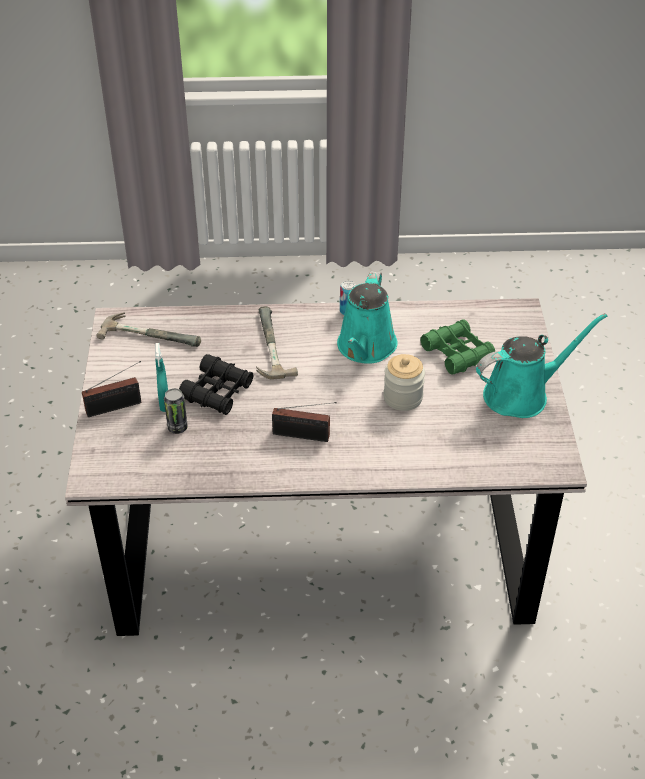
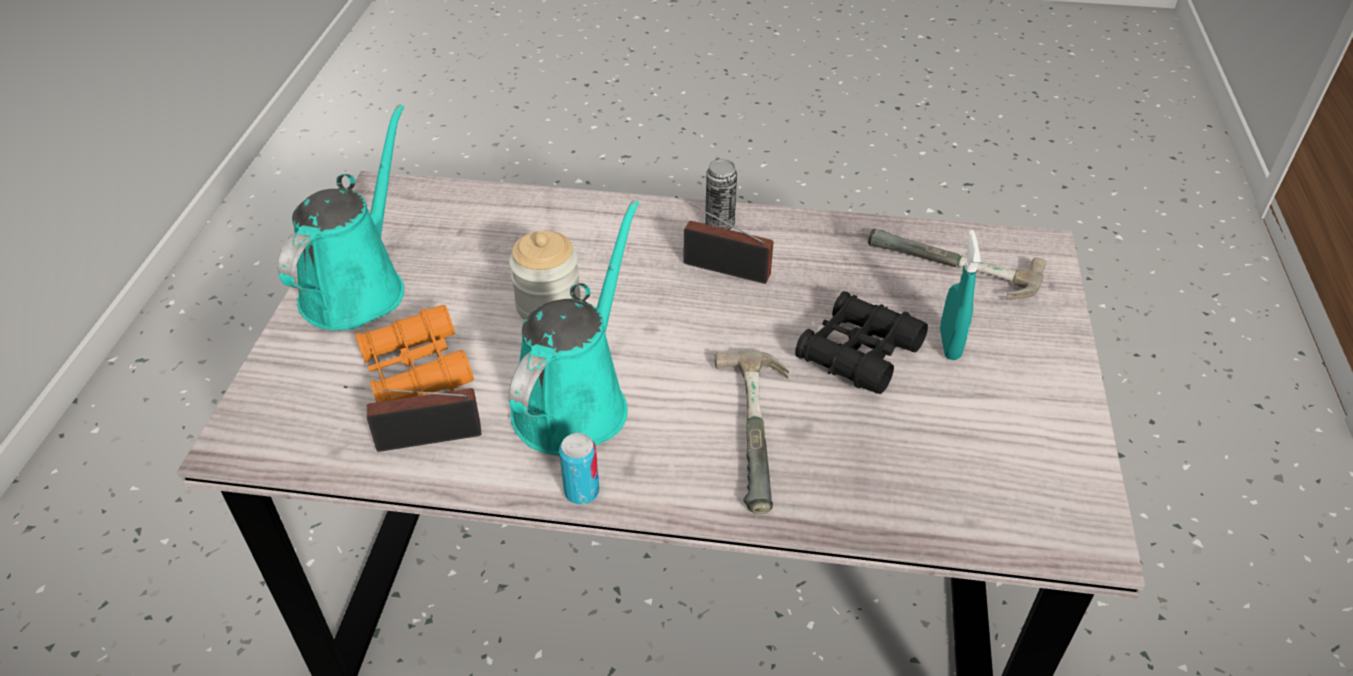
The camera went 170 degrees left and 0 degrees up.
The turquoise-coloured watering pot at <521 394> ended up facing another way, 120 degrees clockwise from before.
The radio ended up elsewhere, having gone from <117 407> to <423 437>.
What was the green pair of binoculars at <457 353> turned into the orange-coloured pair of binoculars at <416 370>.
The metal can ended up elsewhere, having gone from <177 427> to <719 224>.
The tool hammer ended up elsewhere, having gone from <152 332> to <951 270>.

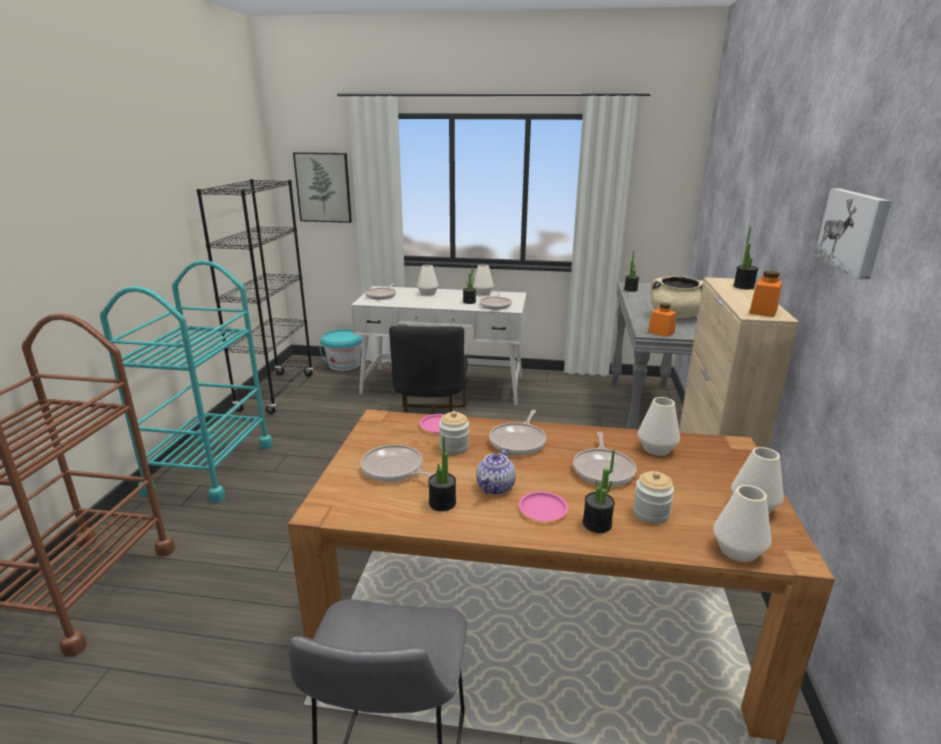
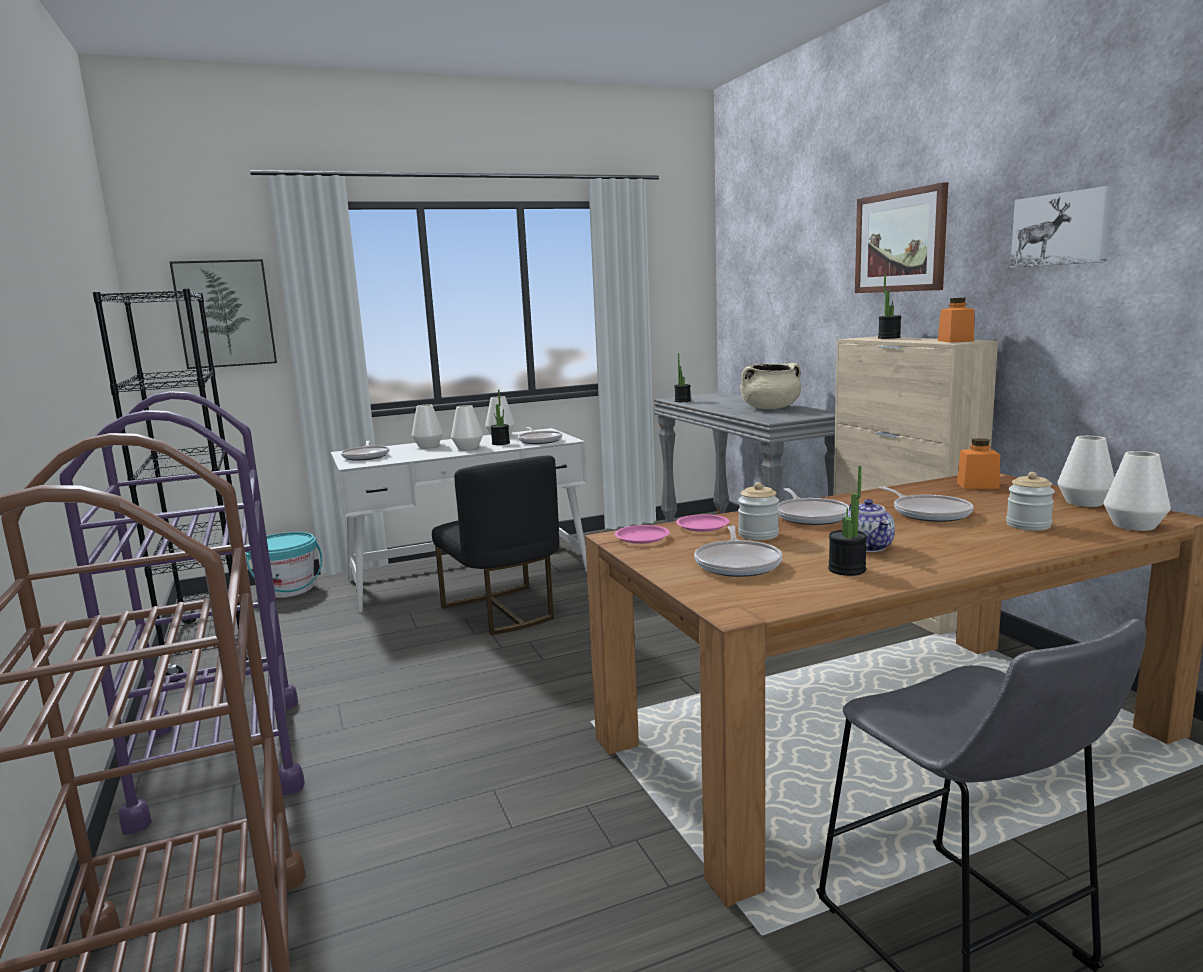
The camera went 30 degrees left and 10 degrees down.
What was the turquoise-coloured cart at <210 467> turned into the purple cart at <220 758>.
The whitish flower vase ended up elsewhere, having gone from <656 449> to <468 447>.
The pink-coloured dinner plate ended up elsewhere, having gone from <542 509> to <641 538>.
The skillet at <395 469> ended up facing another way, 90 degrees counterclockwise from before.
The second view gained the picture at <900 242>.
The orange-coloured preserve jar ended up elsewhere, having gone from <661 332> to <977 485>.
The second view lost the plant in a pot at <597 524>.

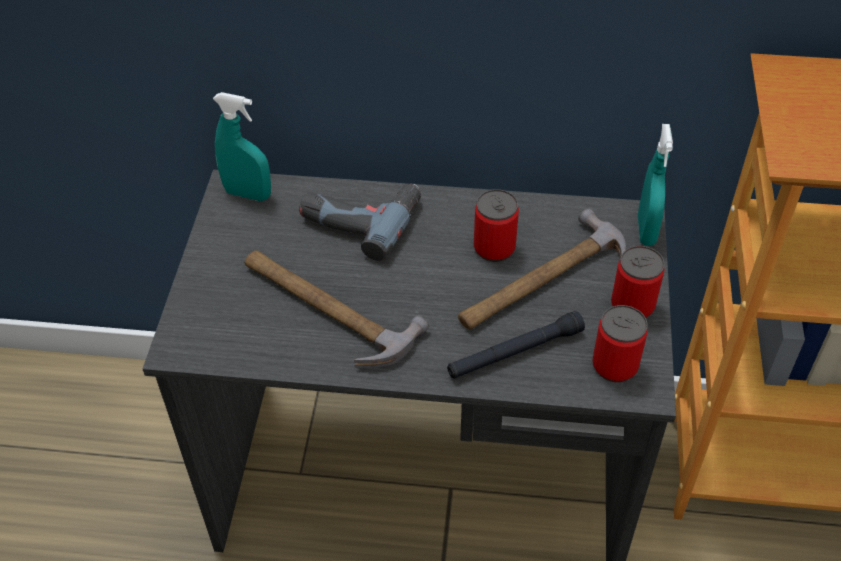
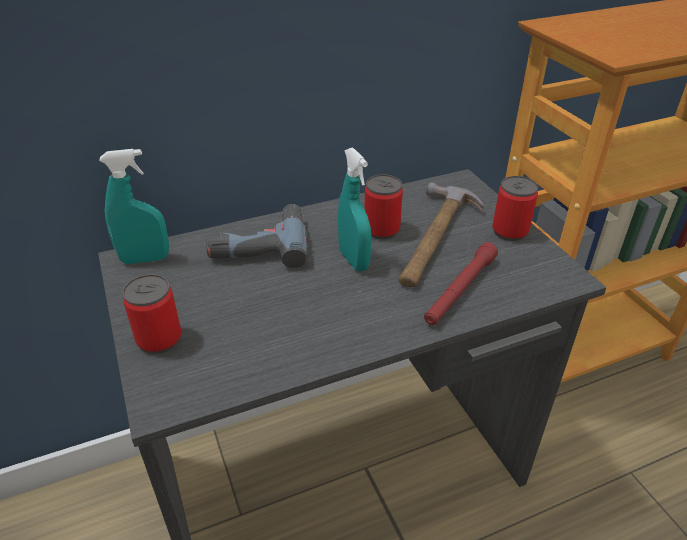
The camera went 30 degrees left and 10 degrees down.
The metal can ended up elsewhere, having gone from <614 365> to <159 339>.
The turquoise-coloured spray bottle ended up elsewhere, having gone from <646 230> to <353 260>.
What was the blackish torch at <515 352> turned into the red torch at <460 290>.
The second view lost the tool hammer at <324 308>.

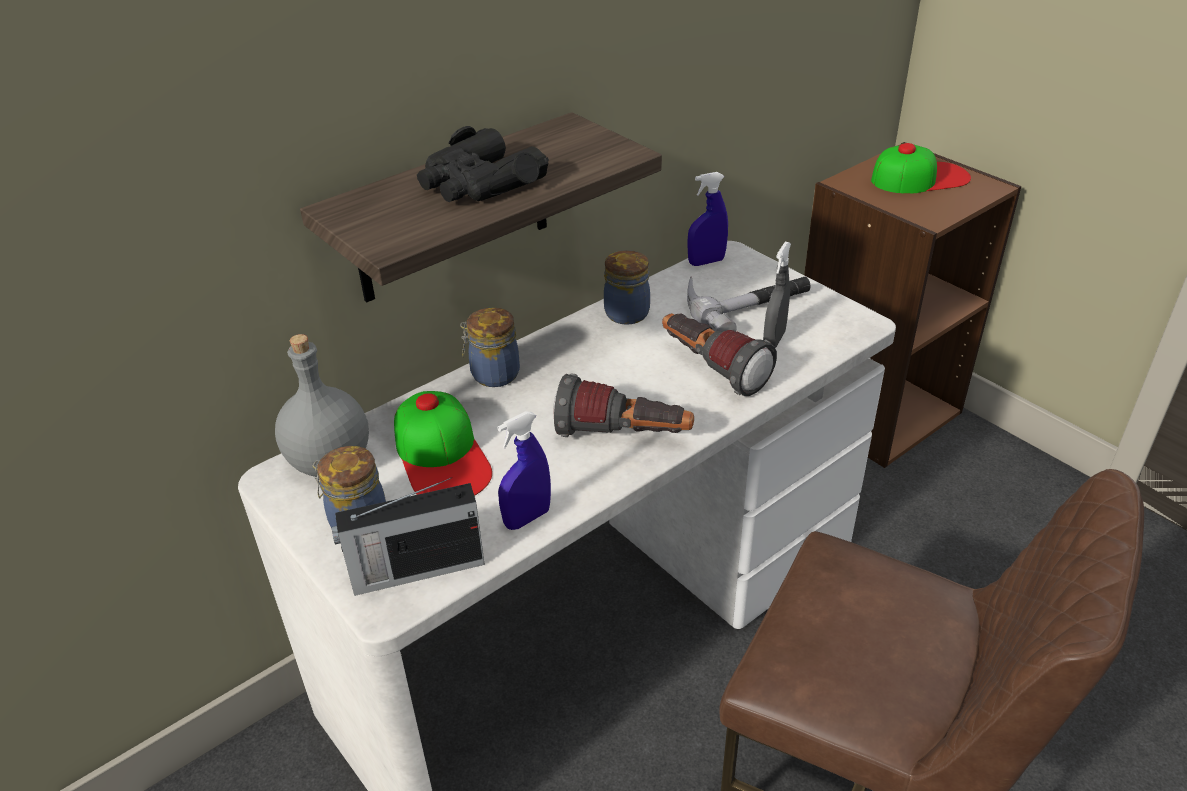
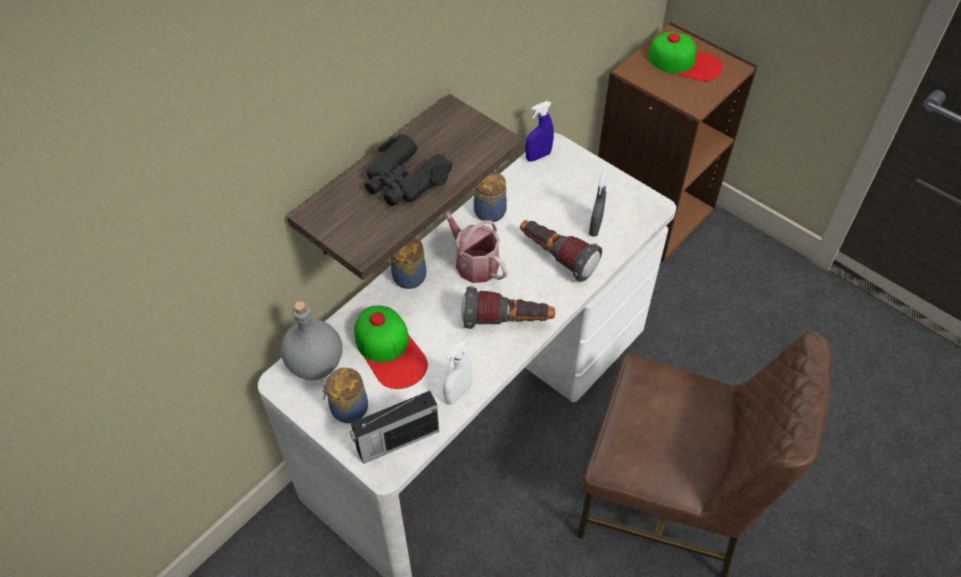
The camera went 10 degrees left and 15 degrees up.
The second view gained the watering pot at <472 261>.
What was the blue spray bottle at <527 518> turned into the whitish spray bottle at <458 394>.
The peaked cap at <920 177> ended up facing another way, 45 degrees clockwise from before.
The second view lost the tool hammer at <745 303>.

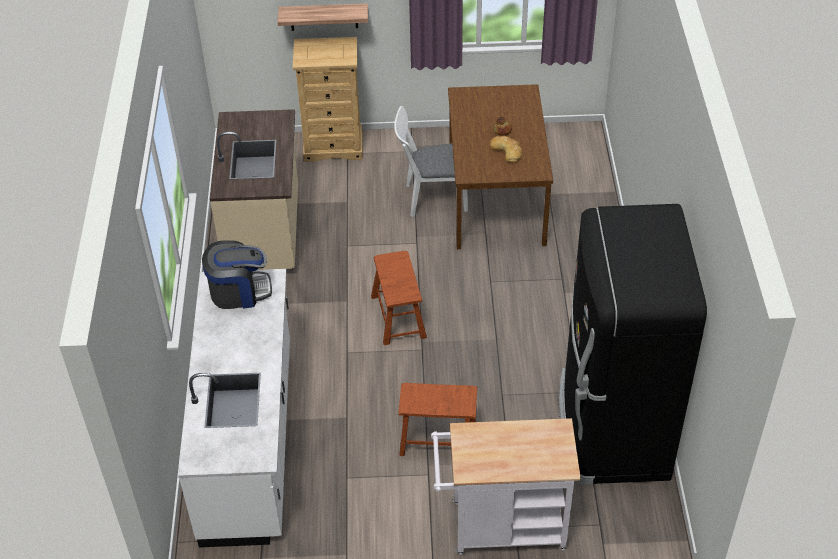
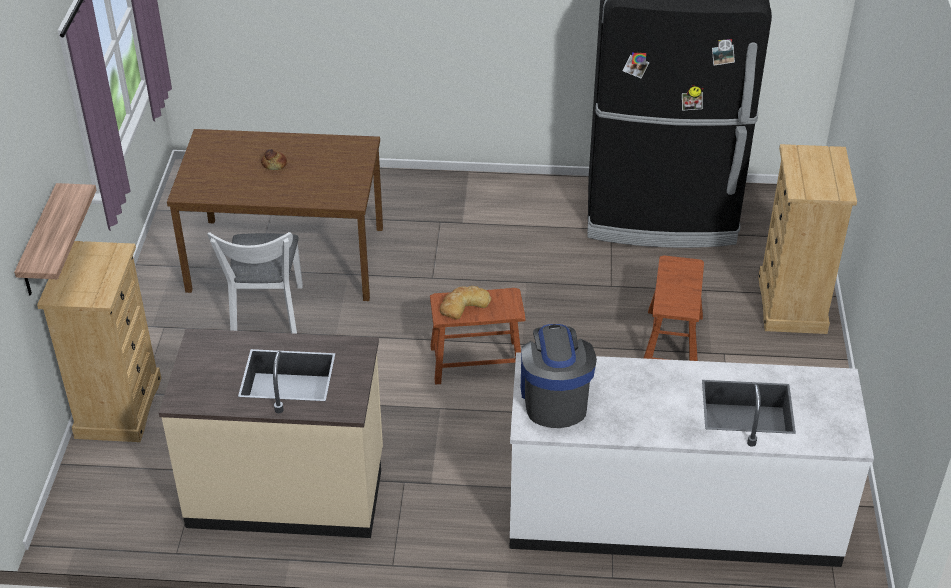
The camera went 85 degrees left and 5 degrees down.
The bread ended up elsewhere, having gone from <507 151> to <463 305>.
Where the whitish cart stood at <500 527>, the sand-coloured chest of drawers came to stand at <792 304>.

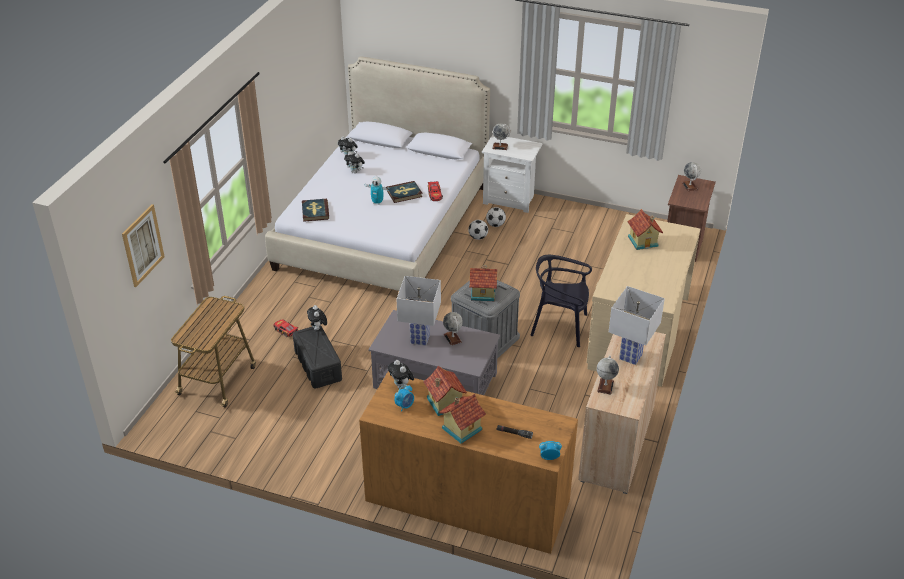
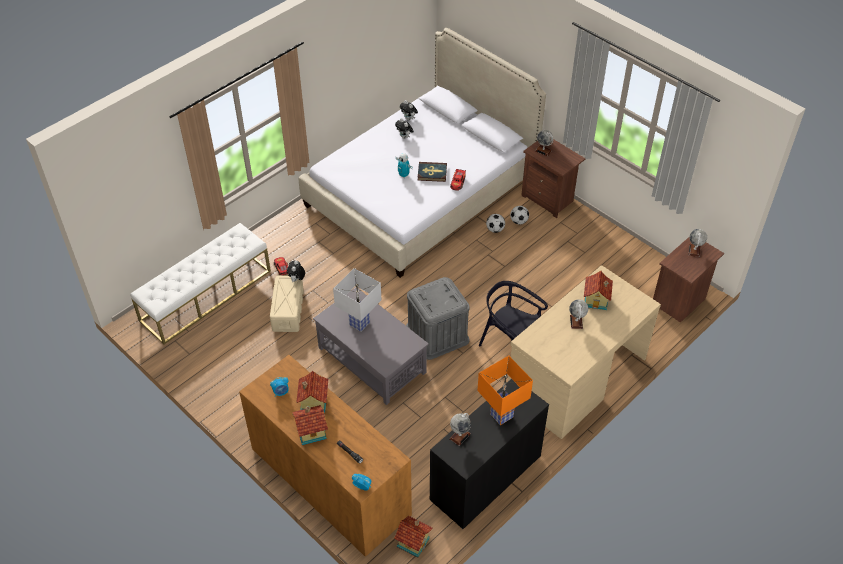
The camera went 25 degrees right and 10 degrees up.
Where the cart stood at <218 379>, the whitish bench came to stand at <206 295>.
What was the blackish storage container at <318 366> turned into the sand-coloured storage container at <288 311>.
The toy house ended up elsewhere, having gone from <483 293> to <413 541>.
What was the sand-coloured storage cabinet at <616 443> turned into the blackish storage cabinet at <485 478>.
What was the whitish table lamp at <630 357> turned into the orange-coloured table lamp at <501 416>.
What was the whitish night table at <510 199> turned into the brownish night table at <549 199>.
The world globe ended up elsewhere, having gone from <453 338> to <576 322>.
The second view lost the picture at <142 245>.
The second view lost the book at <315 211>.
The second view lost the soft toy at <401 386>.

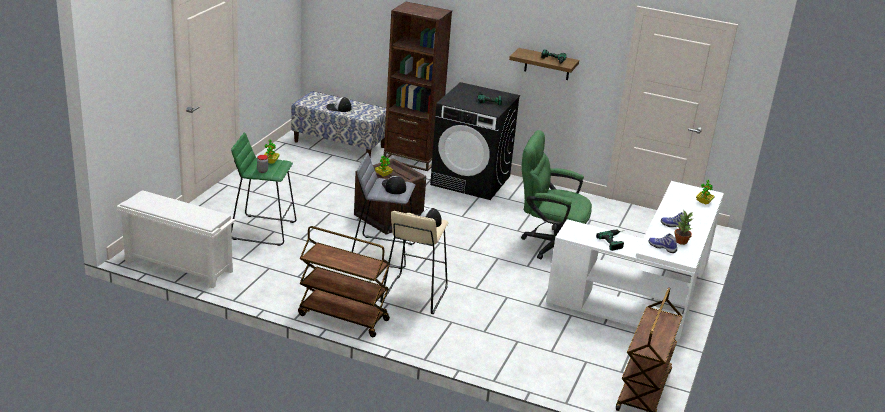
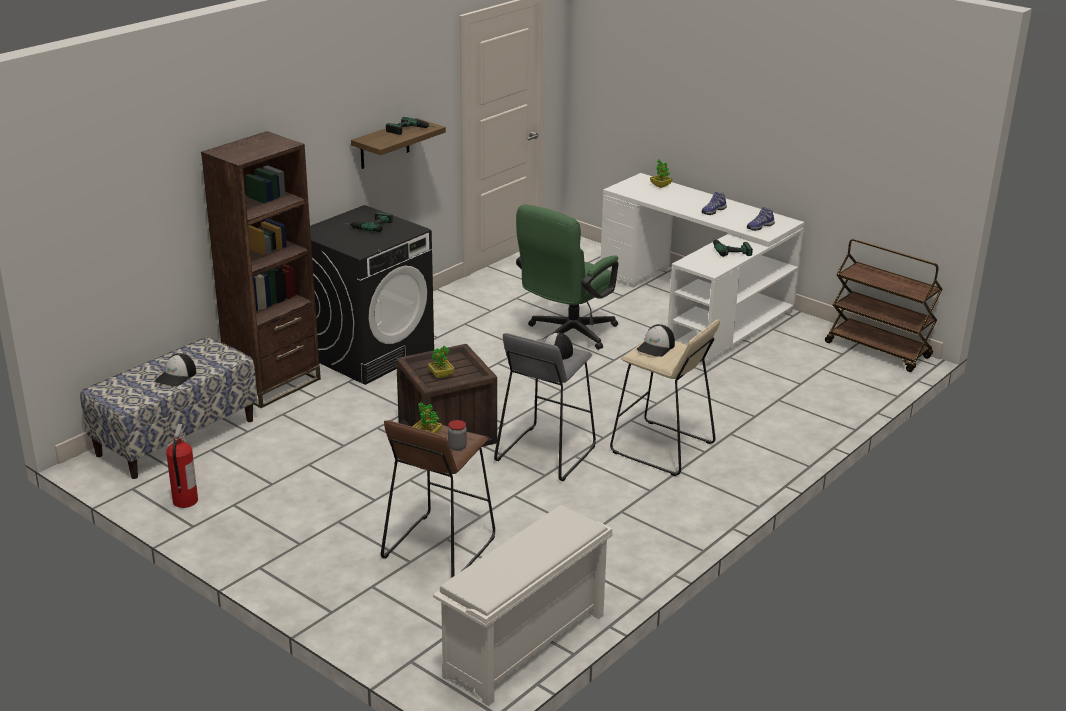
The camera went 70 degrees left and 0 degrees up.
The second view gained the extinguisher at <184 501>.
What was the green stool at <263 230> turned into the brownish stool at <438 548>.
The second view lost the brownish cart at <342 317>.
The second view lost the plant in a pot at <681 241>.

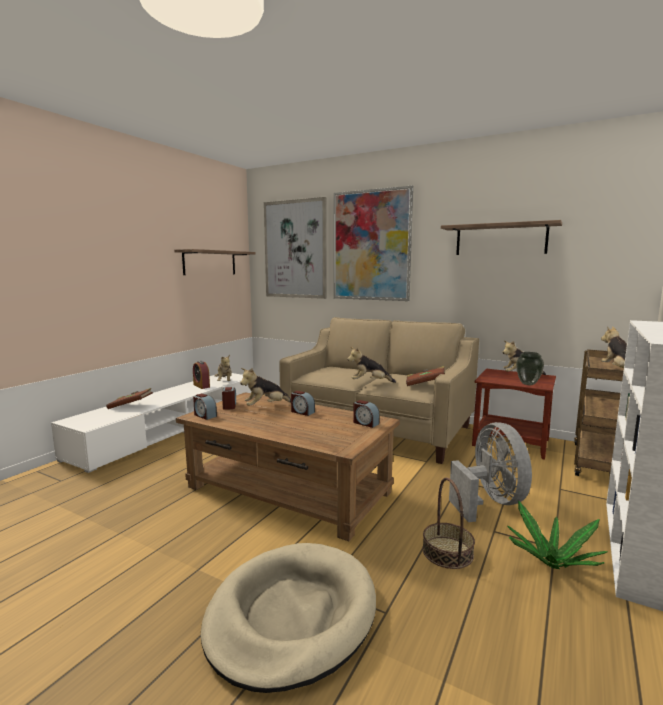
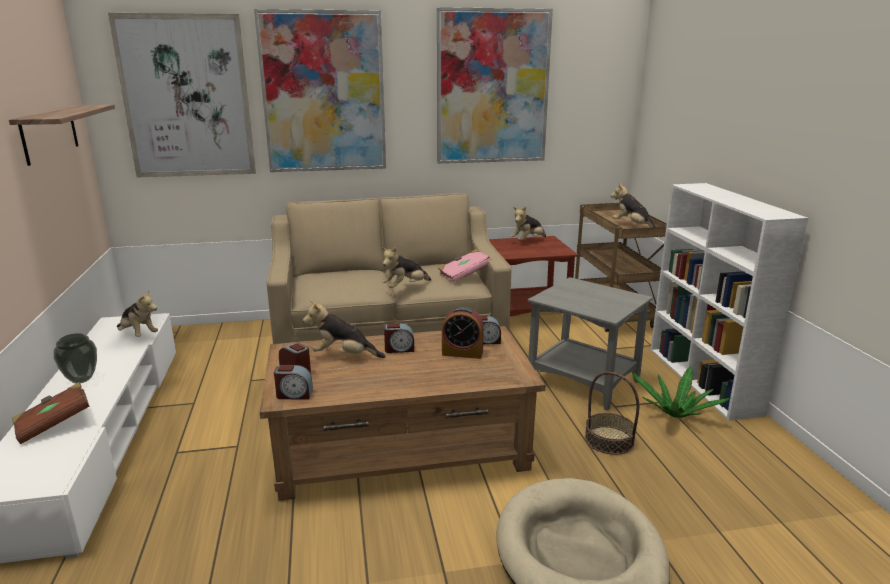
The camera went 40 degrees left and 10 degrees up.
The flower vase ended up elsewhere, having gone from <528 384> to <81 380>.
The soft toy at <266 406> ended up facing another way, 75 degrees clockwise from before.
Where the shelf hung at <500 239>, the picture came to hang at <492 88>.
What was the brownish book at <425 384> turned into the pink-coloured book at <464 275>.
The bedside clock ended up elsewhere, having gone from <201 386> to <462 353>.
Where the grey cooling fan stood at <490 502>, the grey side table came to stand at <582 381>.

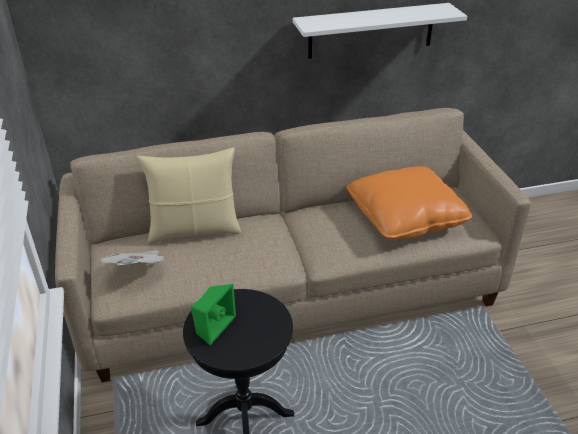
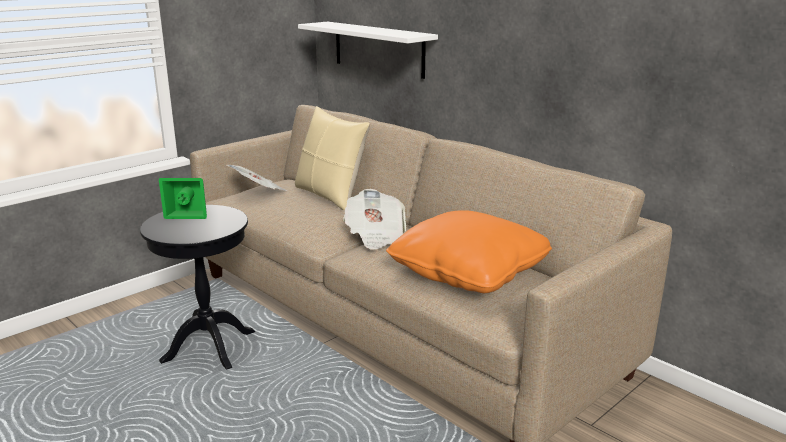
The camera went 60 degrees right and 15 degrees down.
The whitish shelf ended up elsewhere, having gone from <371 31> to <378 49>.
The second view gained the newspaper at <375 236>.

